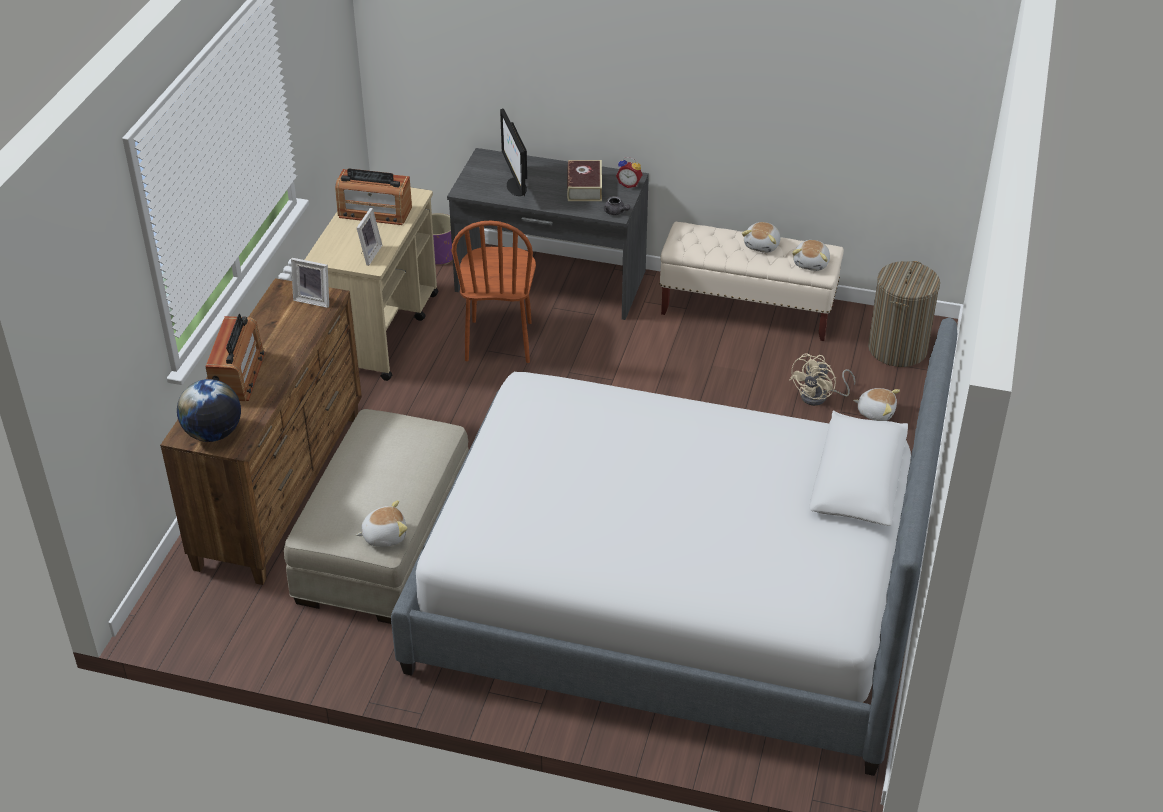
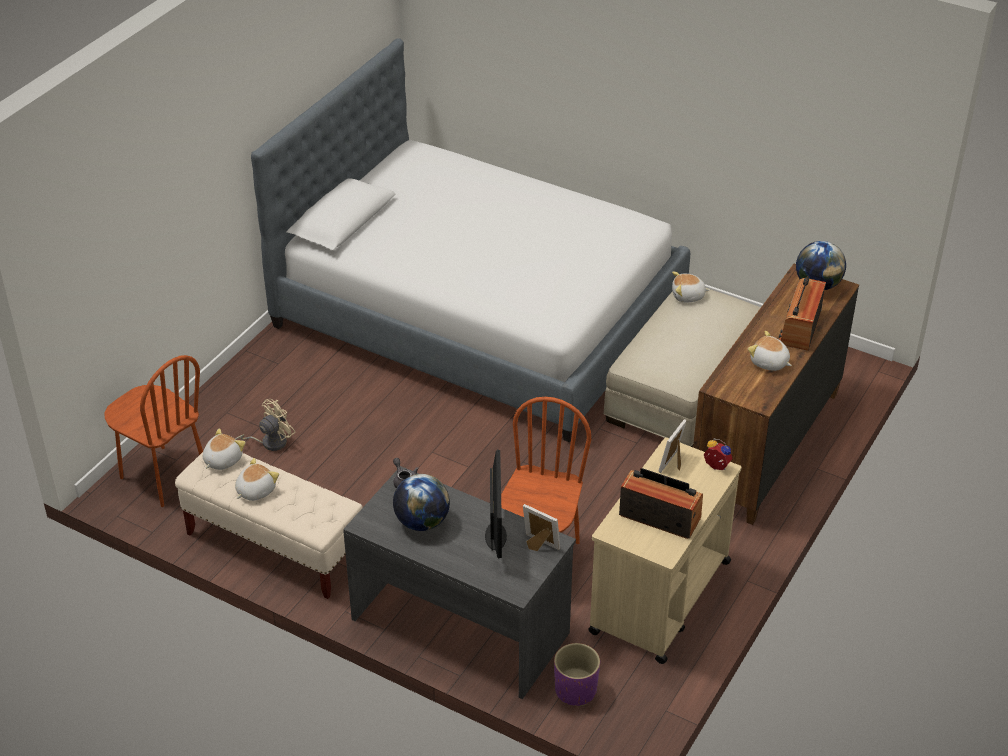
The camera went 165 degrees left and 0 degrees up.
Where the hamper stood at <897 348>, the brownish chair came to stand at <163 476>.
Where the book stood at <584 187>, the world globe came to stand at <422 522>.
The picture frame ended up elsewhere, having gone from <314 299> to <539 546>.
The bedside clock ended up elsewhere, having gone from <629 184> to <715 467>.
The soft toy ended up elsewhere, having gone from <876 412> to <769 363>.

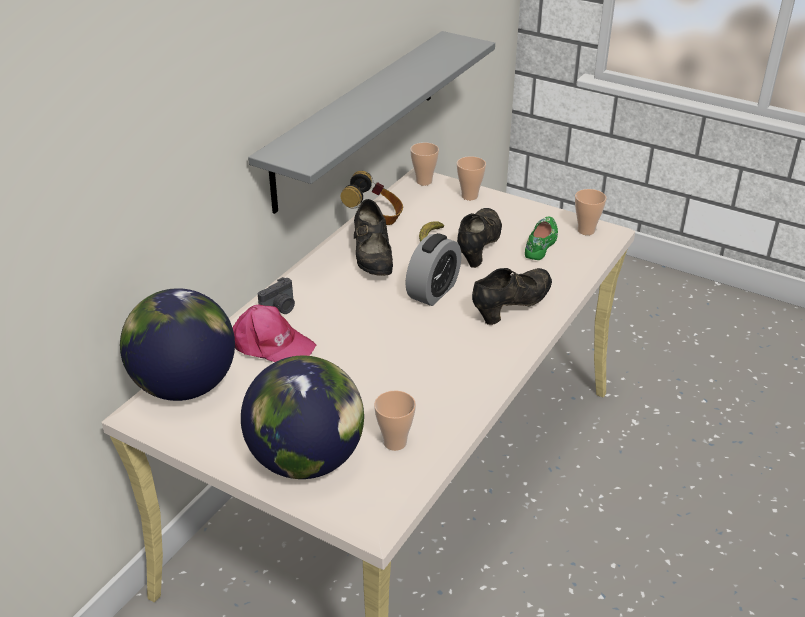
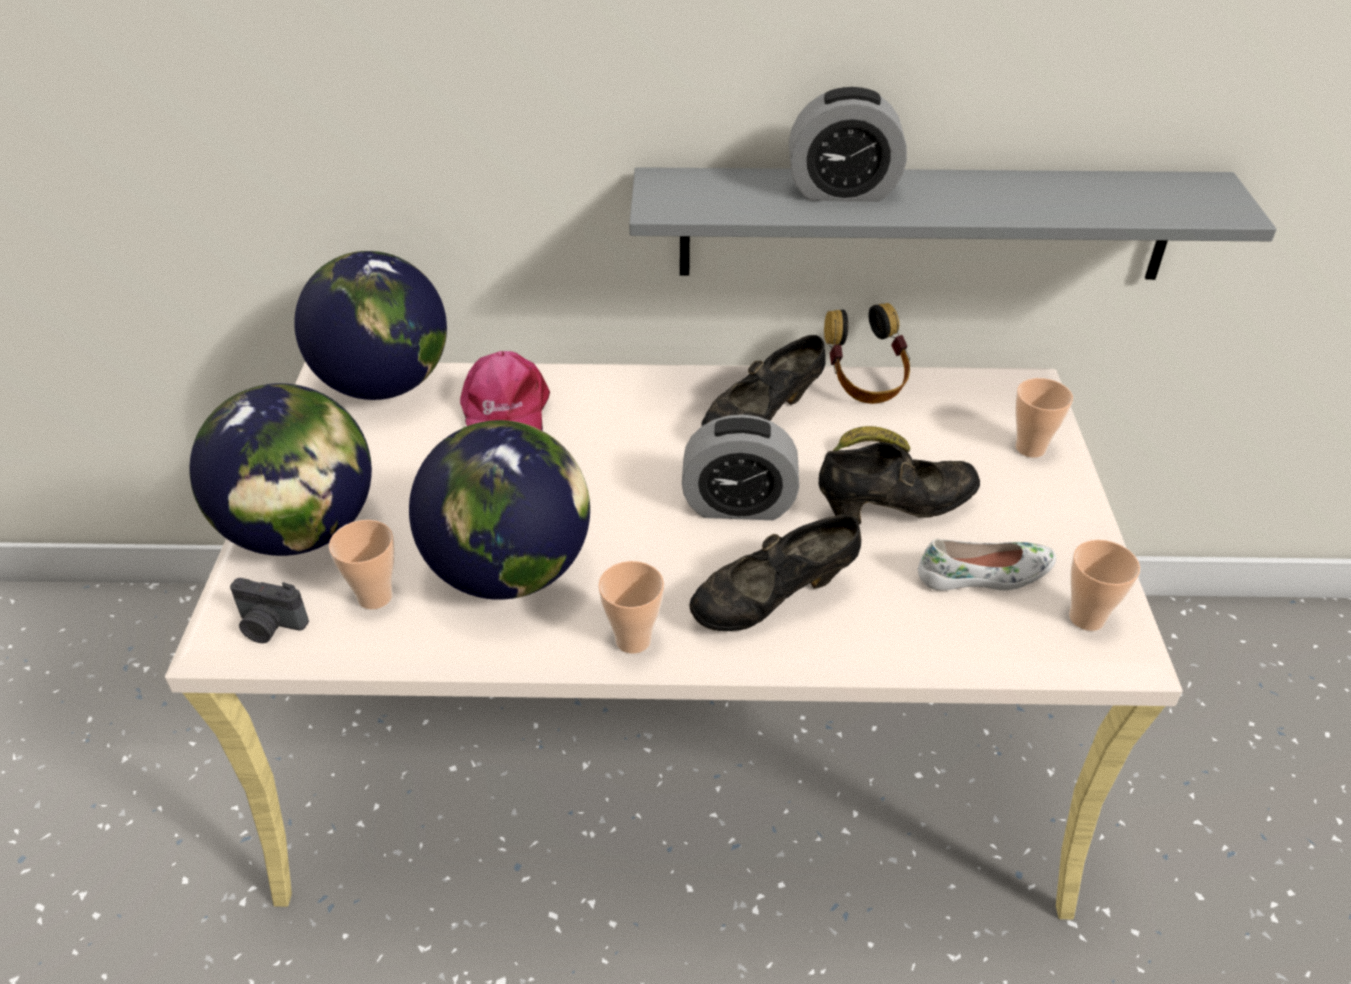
The camera went 60 degrees right and 5 degrees up.
The still camera ended up elsewhere, having gone from <280 308> to <269 626>.
The second view gained the world globe at <510 571>.
The small cup ended up elsewhere, having gone from <424 181> to <633 640>.
The blackish low shoe at <511 307> ended up facing another way, 135 degrees clockwise from before.
The second view gained the bedside clock at <842 192>.
What was the green low shoe at <541 243> turned into the whitish low shoe at <985 575>.

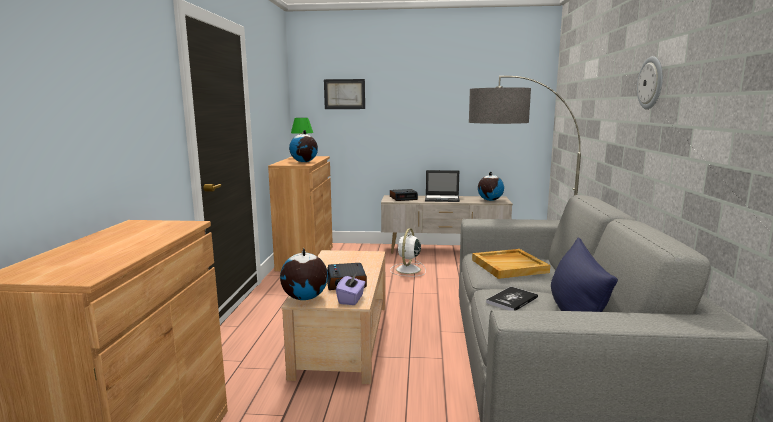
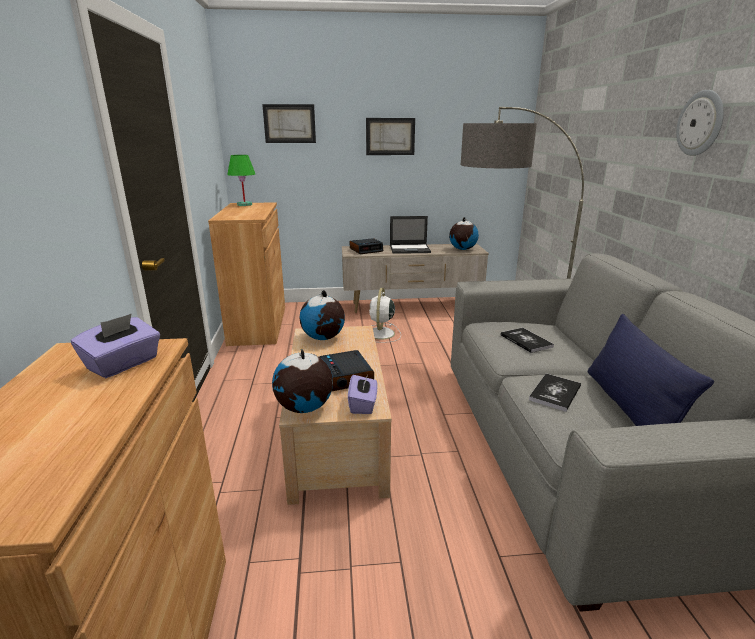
The camera went 10 degrees left and 10 degrees up.
The second view gained the purple tissue box at <124 364>.
The world globe ended up elsewhere, having gone from <304 162> to <323 338>.
The second view gained the picture at <390 136>.
Where the sand-coloured serving tray stood at <509 266>, the book came to stand at <526 341>.

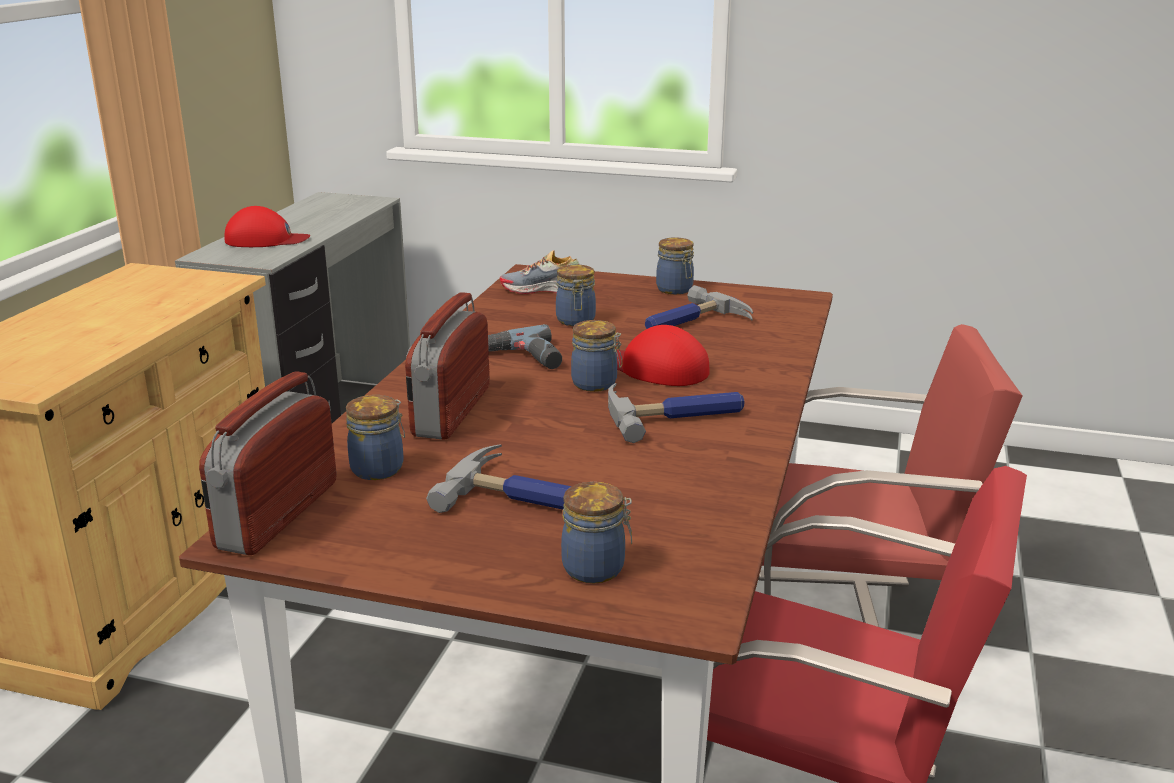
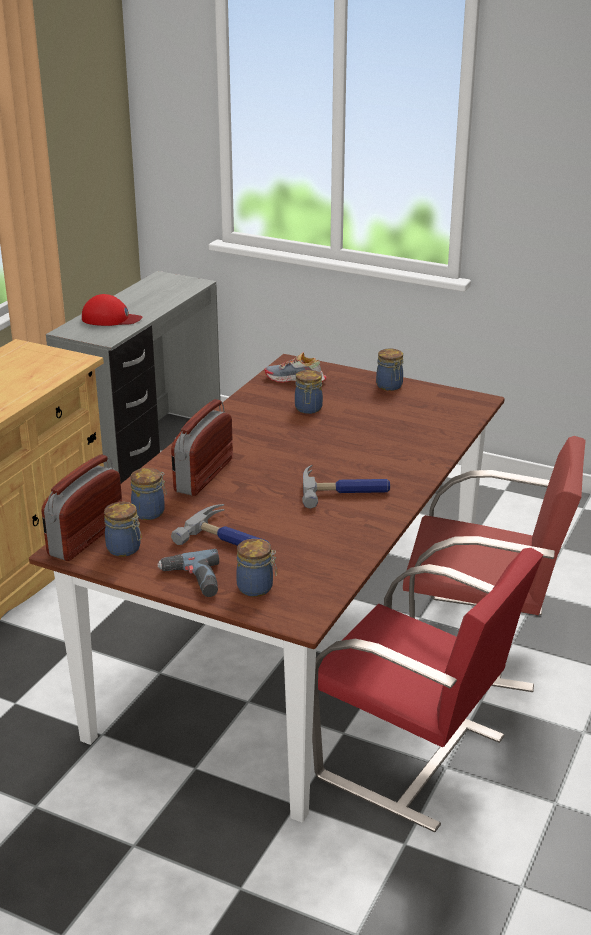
The camera went 10 degrees right and 5 degrees up.
The preserve jar ended up elsewhere, having gone from <596 384> to <125 549>.
The drill ended up elsewhere, having gone from <525 358> to <192 581>.
The second view lost the red peaked cap at <656 368>.
The second view lost the tool hammer at <691 323>.

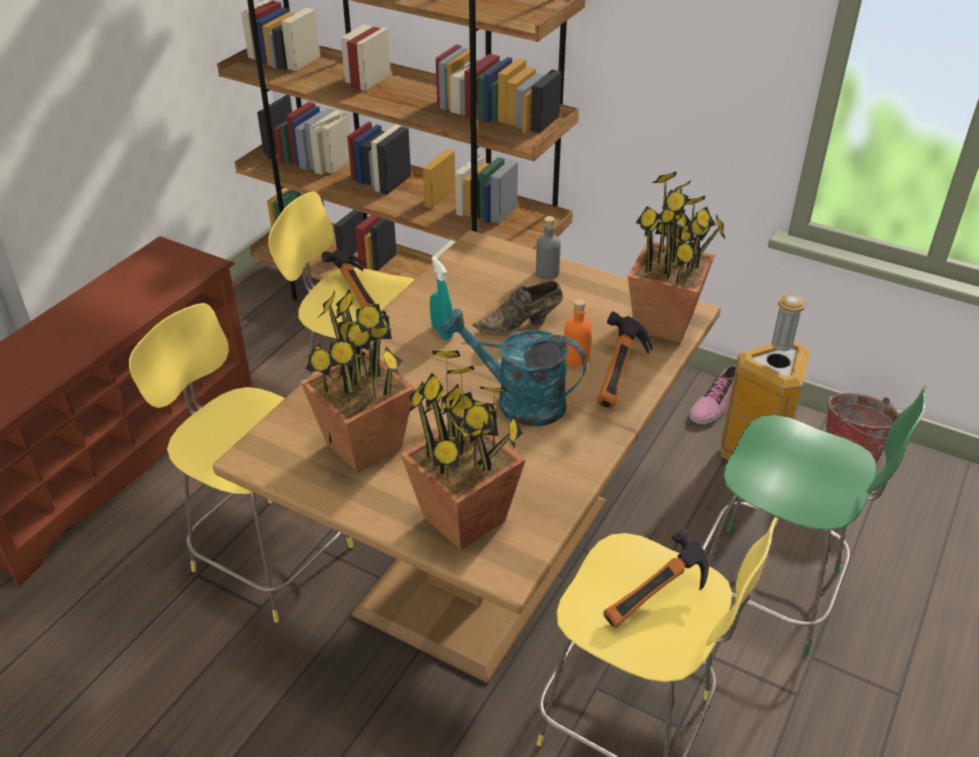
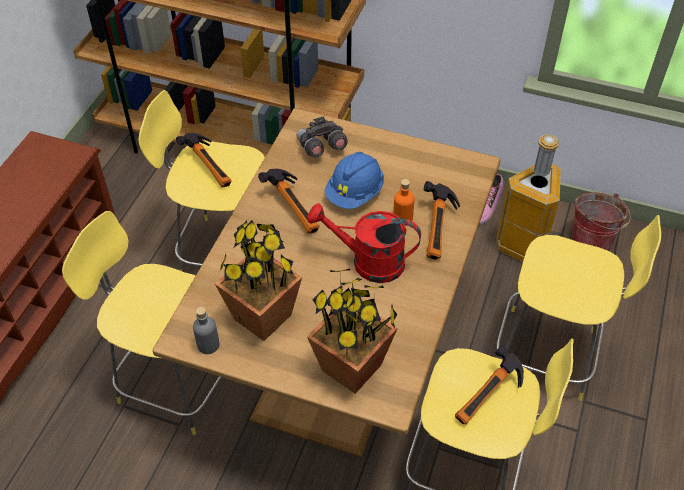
The camera went 10 degrees left and 10 degrees up.
The grey drink bottle ended up elsewhere, having gone from <547 272> to <208 345>.
Where the turquoise-coloured spray bottle stood at <442 332>, the tool hammer came to stand at <296 208>.
The second view gained the grey pair of binoculars at <321 147>.
What was the turquoise-coloured watering pot at <518 401> turned into the red watering pot at <368 262>.
Where the brownish low shoe stood at <521 325>, the blue safety helmet came to stand at <355 193>.
What was the green stool at <771 591> turned into the yellowish stool at <549 354>.
The second view lost the plant in a pot at <664 323>.

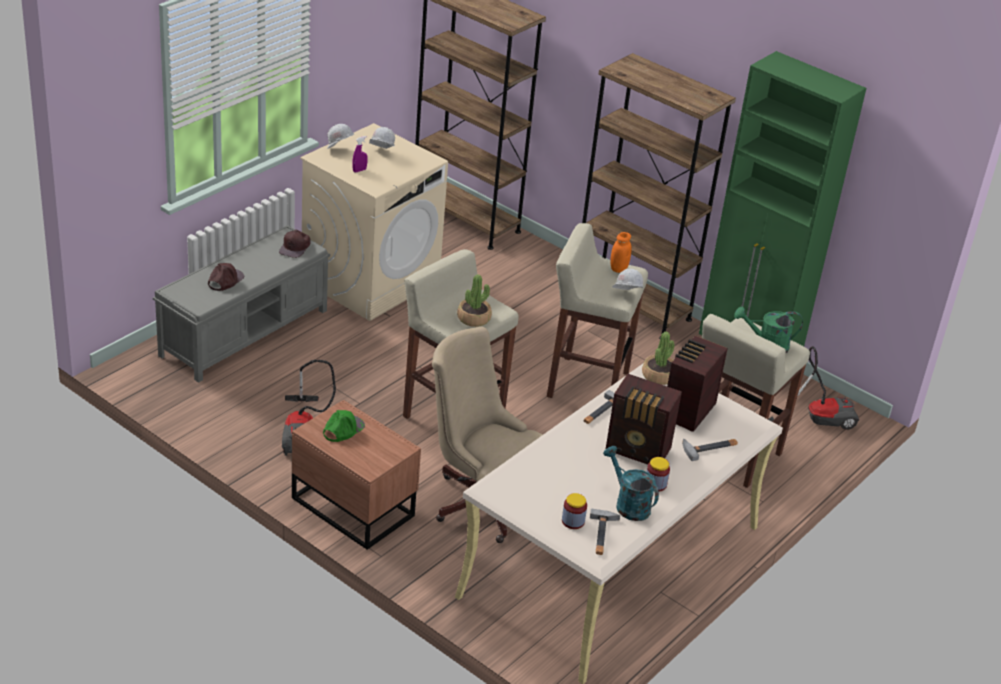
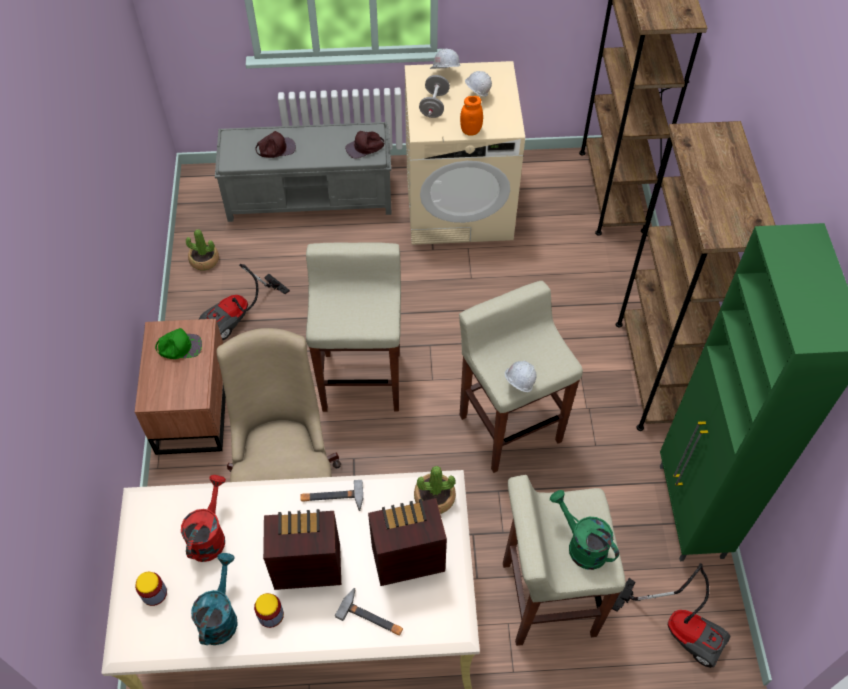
The camera went 50 degrees right and 20 degrees up.
The second view gained the red watering pot at <209 535>.
The plant in a pot ended up elsewhere, having gone from <474 318> to <204 260>.
The radio at <639 450> ended up facing another way, 105 degrees clockwise from before.
Where the purple spray bottle stood at <359 170>, the grey free weight came to stand at <434 105>.
The orange-coloured preserve jar ended up elsewhere, having gone from <618 269> to <471 131>.
The second view lost the tool hammer at <602 535>.

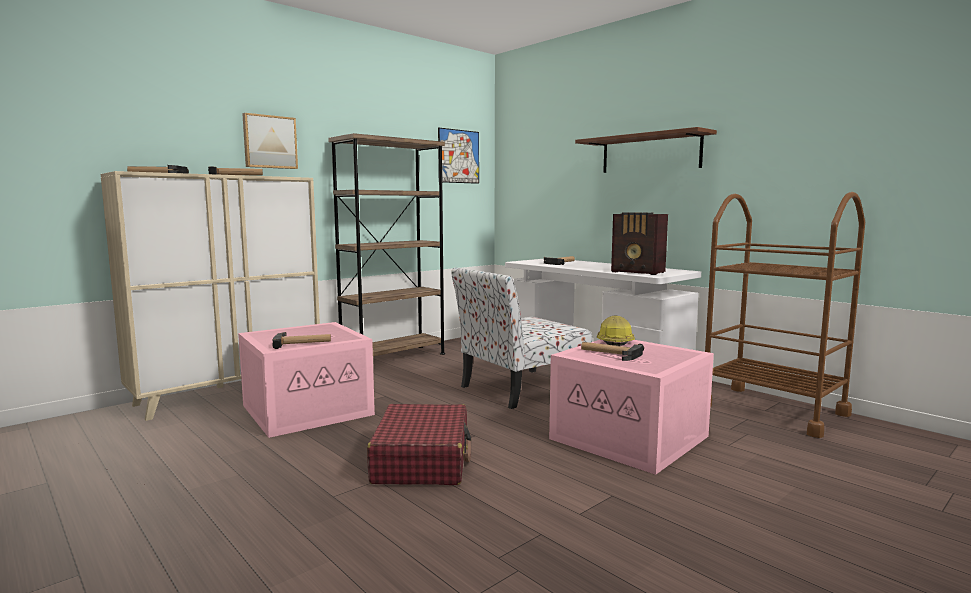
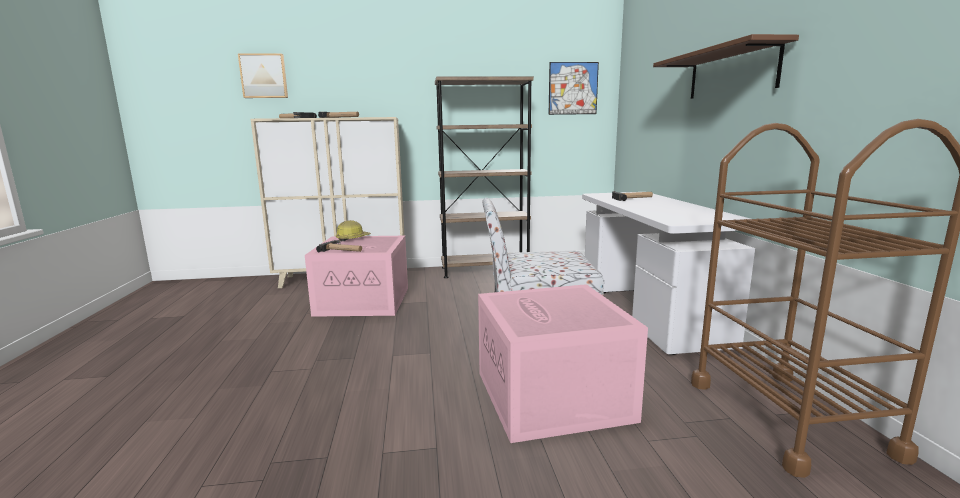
The camera went 35 degrees right and 5 degrees up.
The picture ended up elsewhere, having gone from <269 142> to <264 76>.
The safety helmet ended up elsewhere, having gone from <614 341> to <352 238>.
The second view lost the red suitcase at <422 460>.
The second view lost the tool hammer at <610 353>.
The second view lost the radio at <638 272>.

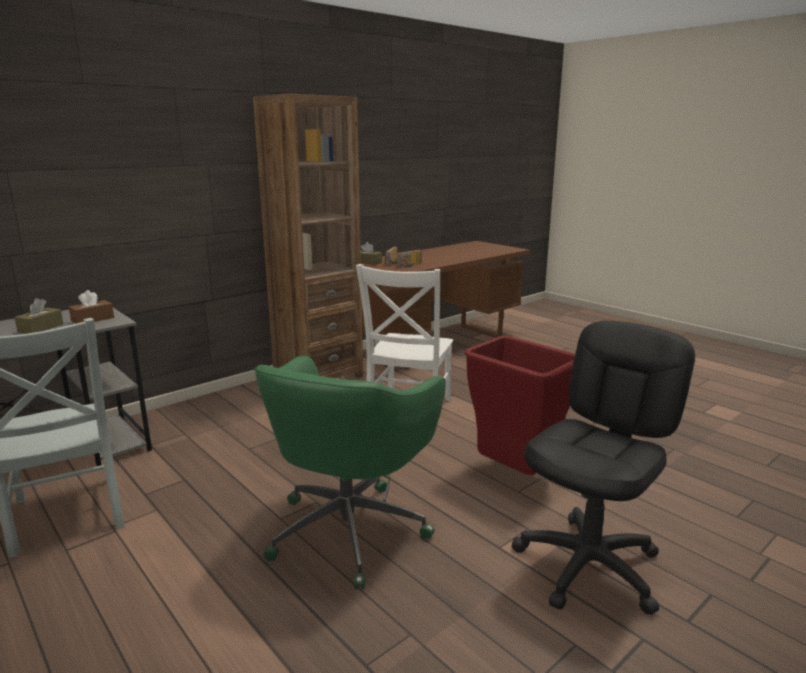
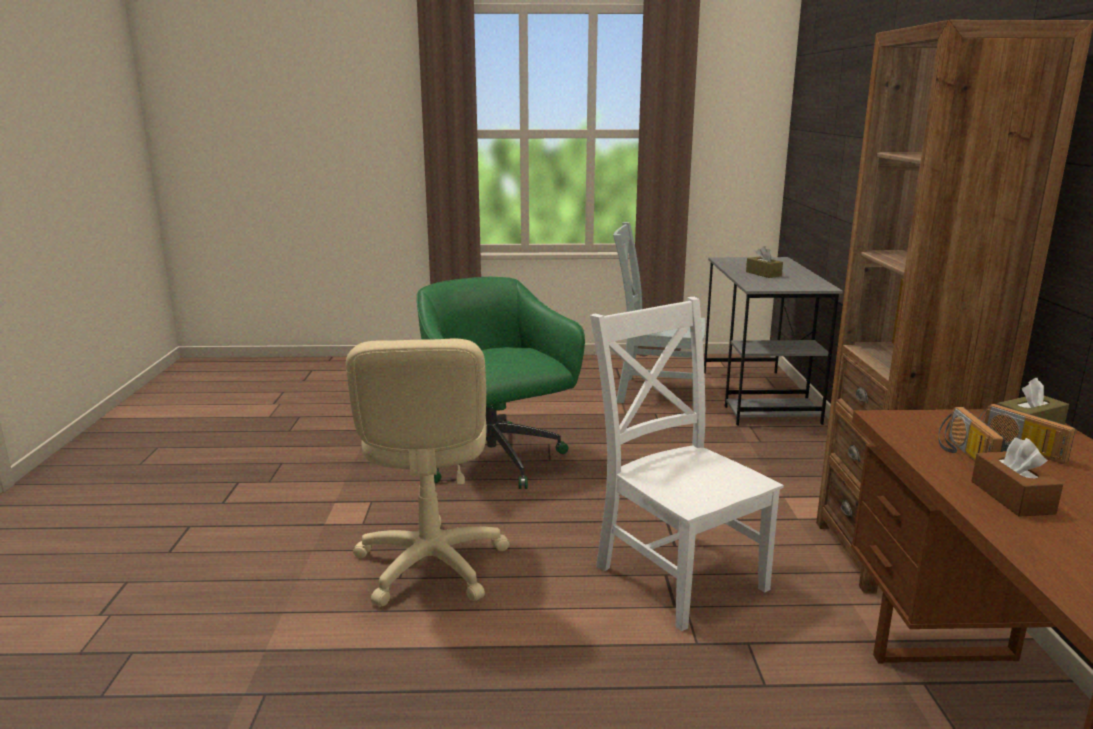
The camera went 130 degrees right and 0 degrees up.
Where the red rubbish bin stood at <515 475>, the sand-coloured office chair came to stand at <430 564>.
The brownish tissue box ended up elsewhere, having gone from <93 319> to <1012 497>.
The second view lost the blackish office chair at <589 566>.

